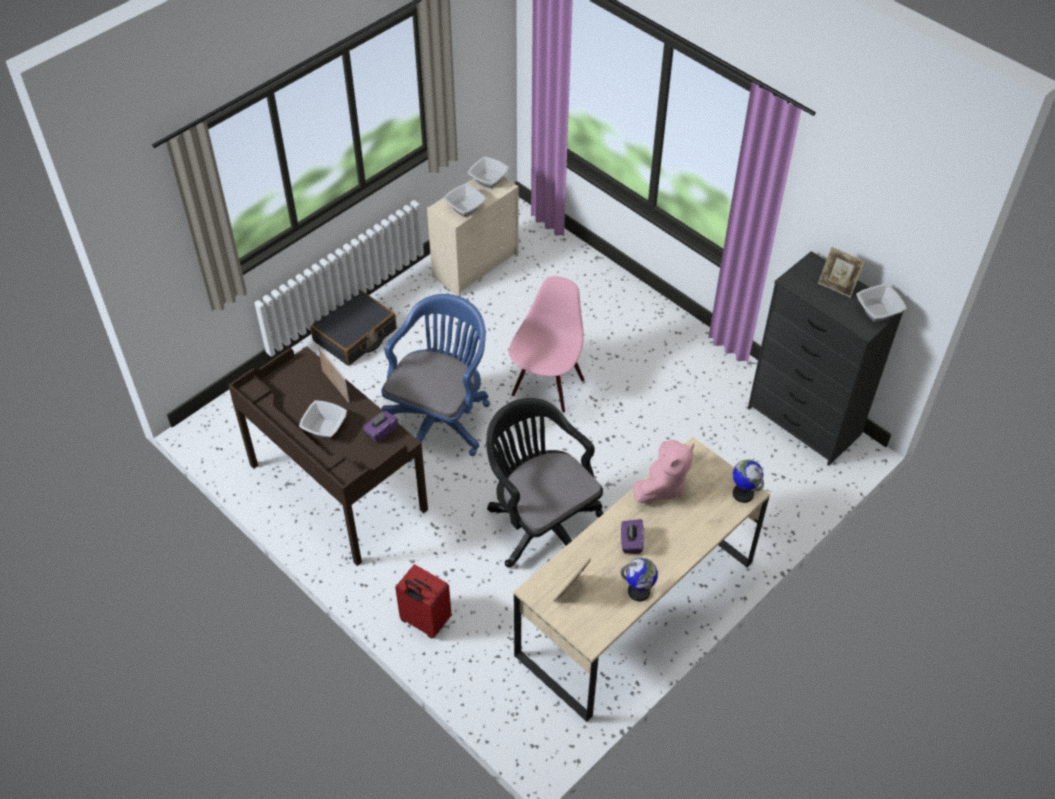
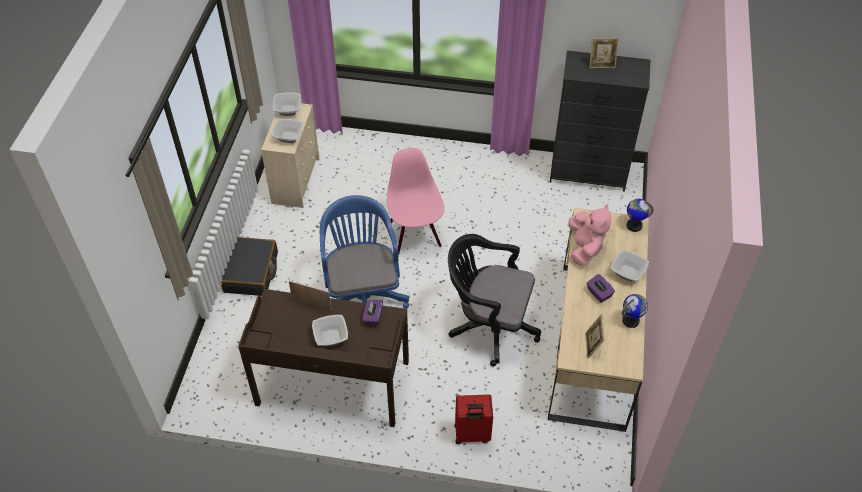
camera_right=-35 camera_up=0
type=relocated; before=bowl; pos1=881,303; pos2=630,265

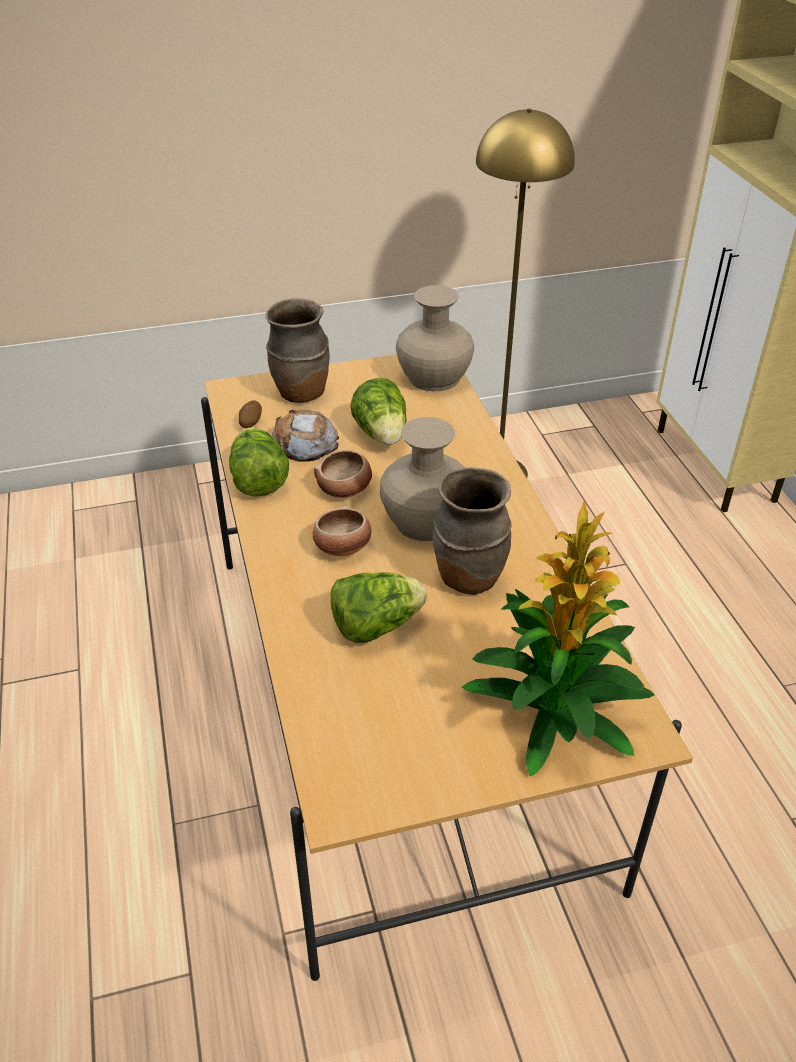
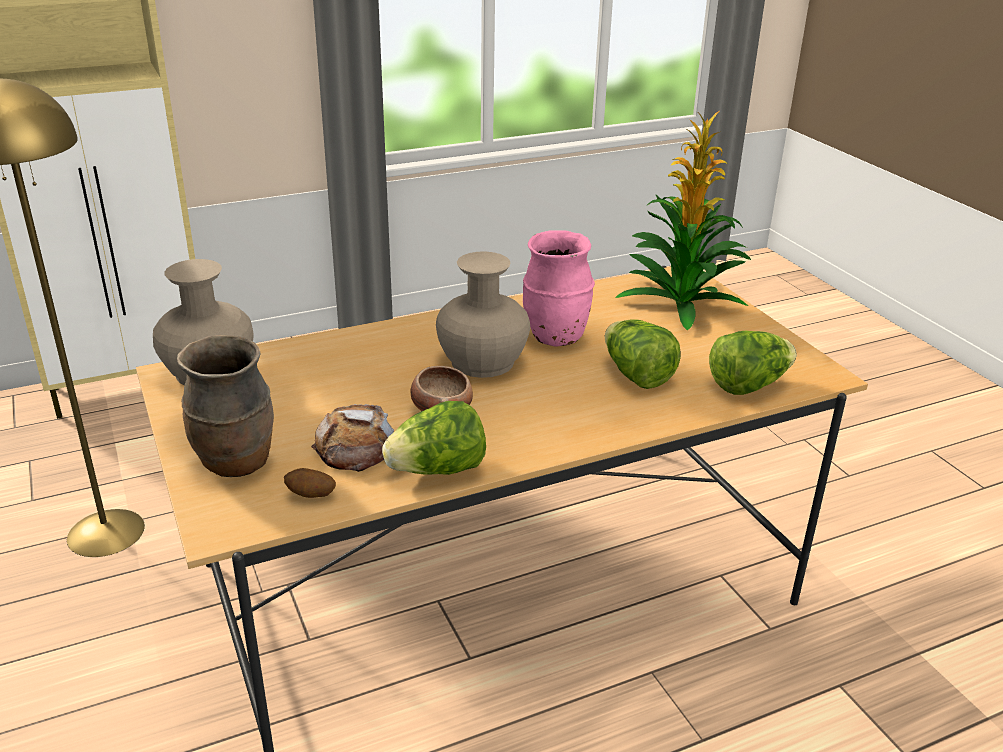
camera_right=-100 camera_up=-10
type=missing; before=bowl; pos1=342,530
type=relocated; before=lettuce; pos1=378,411; pos2=753,363
type=colour; before=brown vase; after=pink vase; pos1=472,530; pos2=559,288

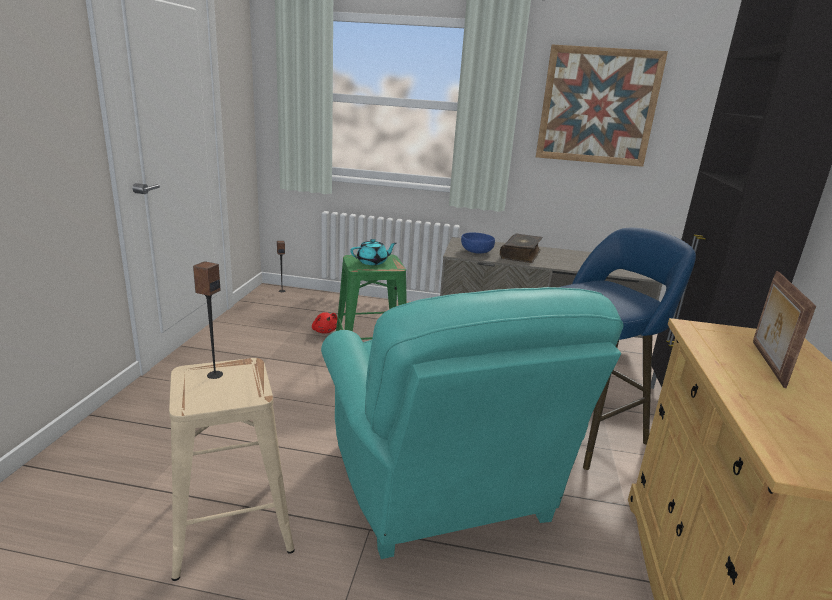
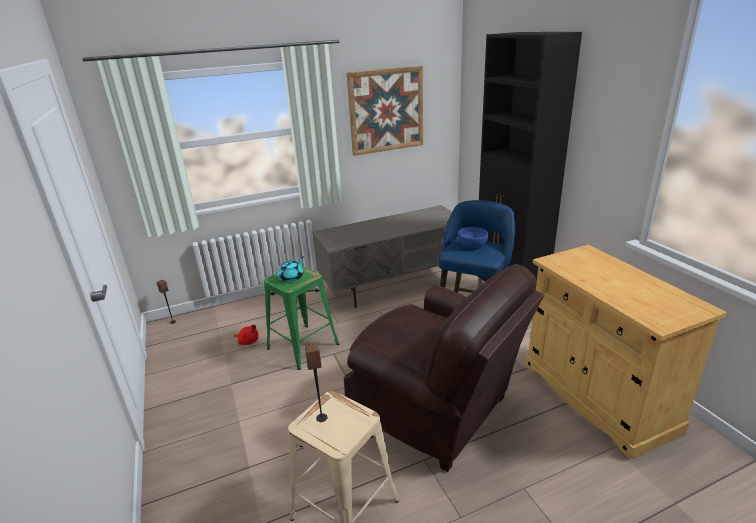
camera_right=-30 camera_up=5
type=colour; before=turquoise armchair; after=brown armchair; pos1=472,423; pos2=444,368
type=relocated; before=blue bowl; pos1=478,243; pos2=473,237
type=missing; before=book; pos1=521,248
type=missing; before=picture frame; pos1=784,329

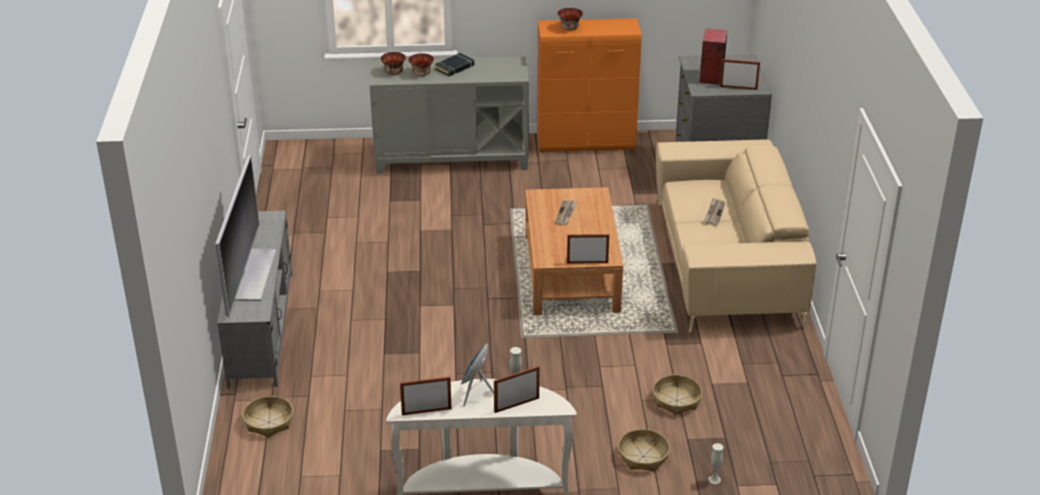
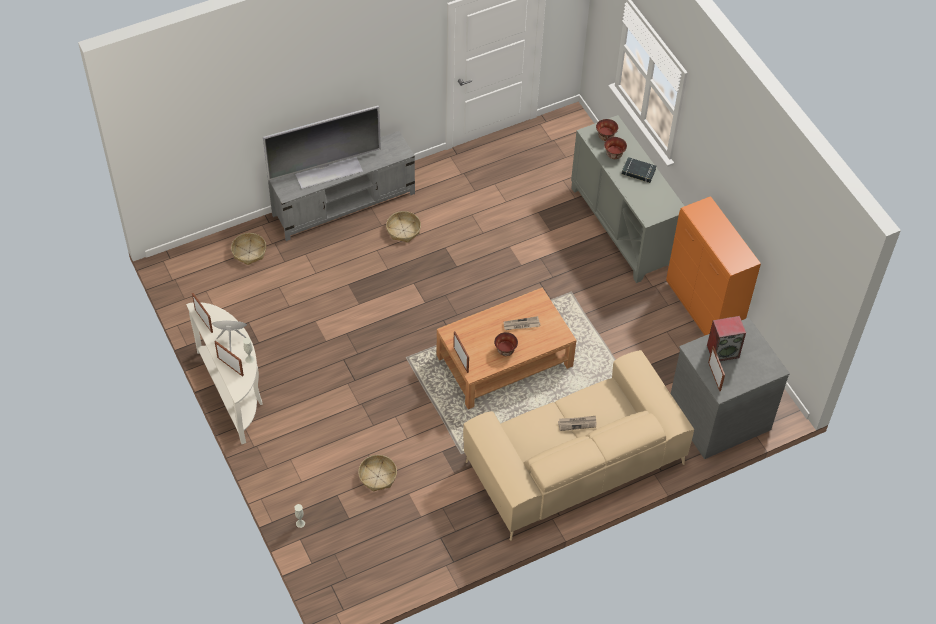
camera_right=65 camera_up=20
type=relocated; before=bowl; pos1=570,19; pos2=506,344
type=relocated; before=basket; pos1=644,450; pos2=403,227

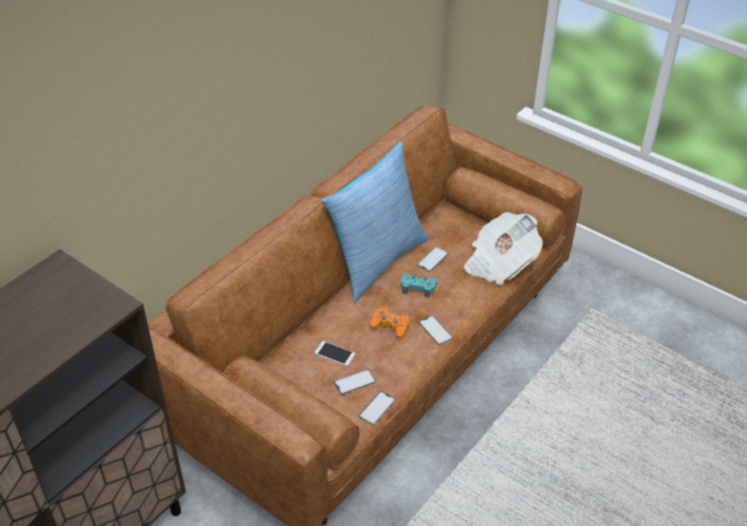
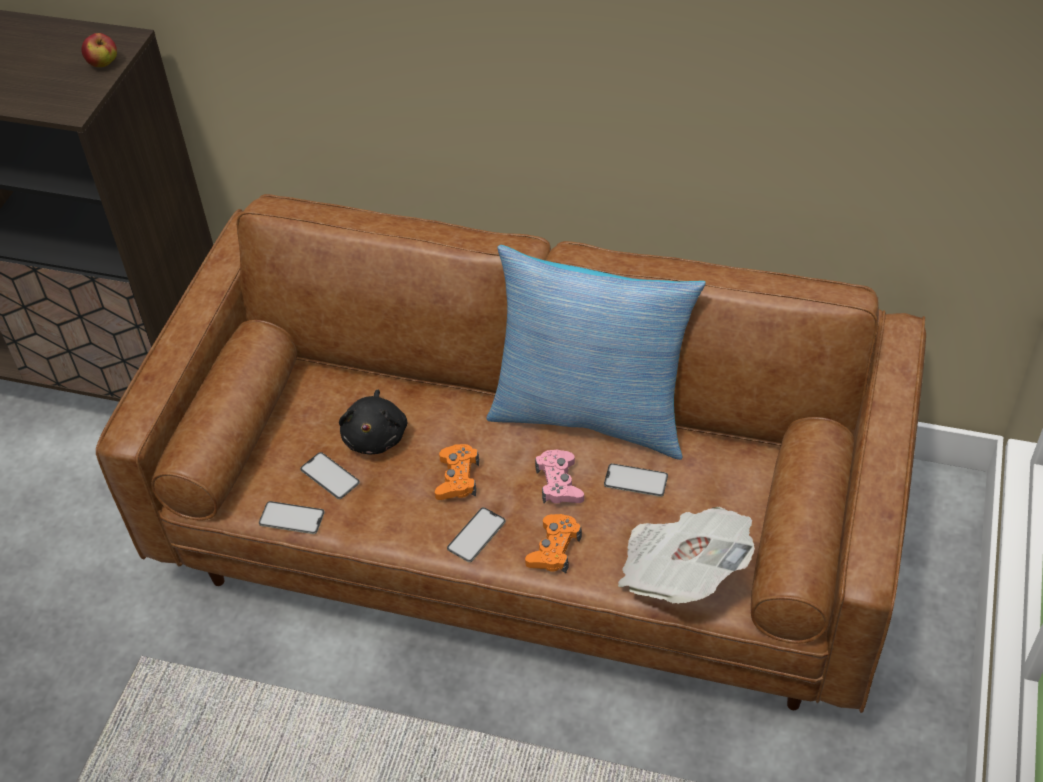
camera_right=70 camera_up=5
type=exchanged; before=phone; after=black plush toy; pos1=335,353; pos2=373,422
type=colour; before=turquoise game controller; after=pink game controller; pos1=419,286; pos2=559,476
type=appeared; after=apple; pos2=99,50
type=appeared; after=orange game controller; pos2=553,543

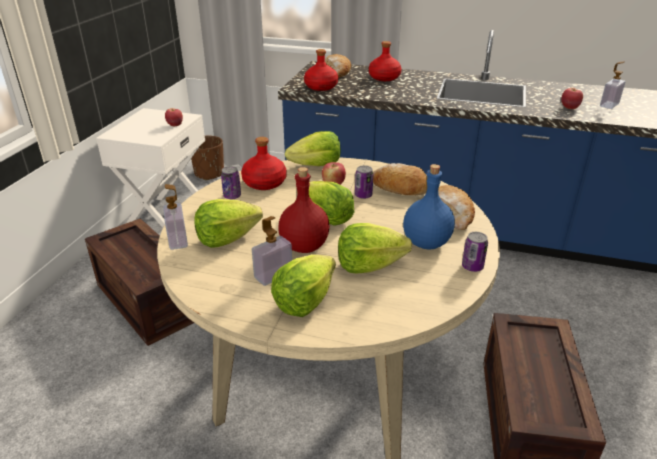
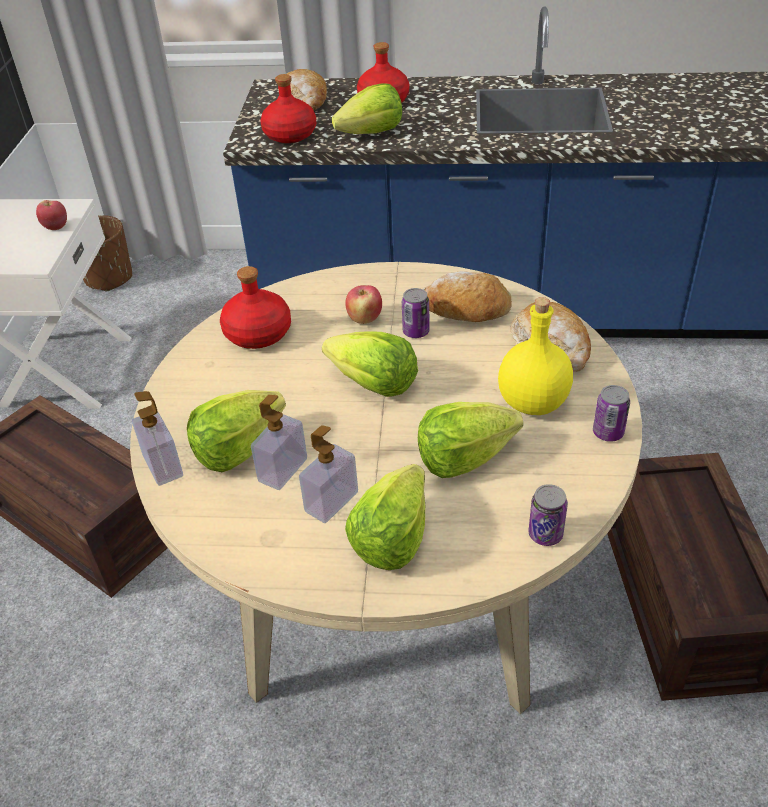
camera_right=-10 camera_up=10
type=relocated; before=can; pos1=231,182; pos2=548,515
type=missing; before=red bottle; pos1=304,210
type=relocated; before=lettuce; pos1=312,148; pos2=367,108
type=colour; before=blue bottle; after=yellow bottle; pos1=429,207; pos2=535,356
type=missing; before=apple; pos1=572,98
type=relocated; before=soap dispenser; pos1=613,85; pos2=279,442

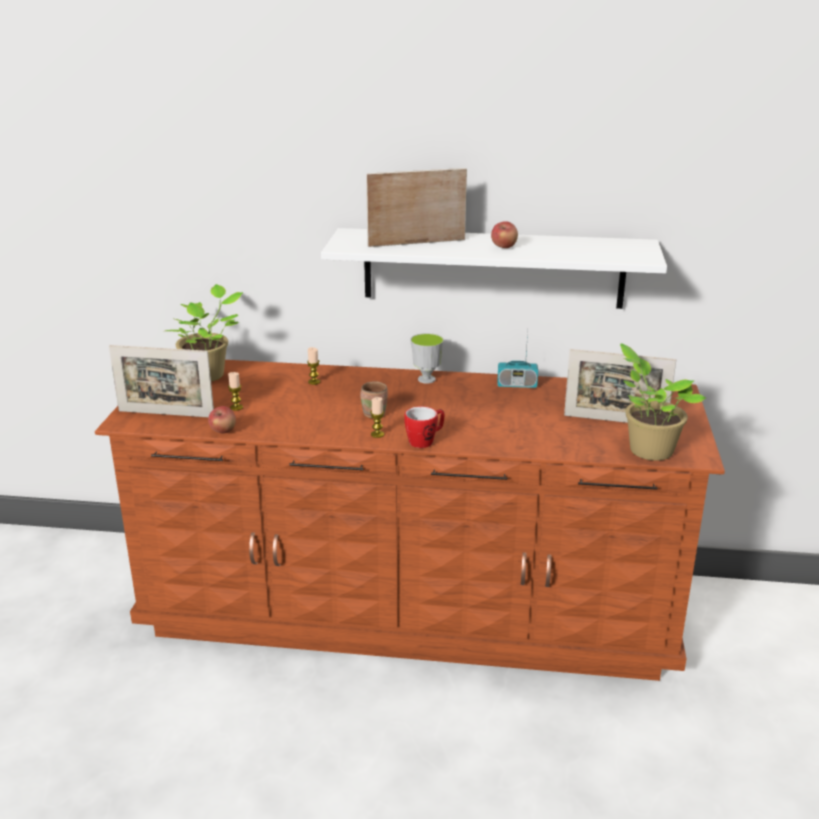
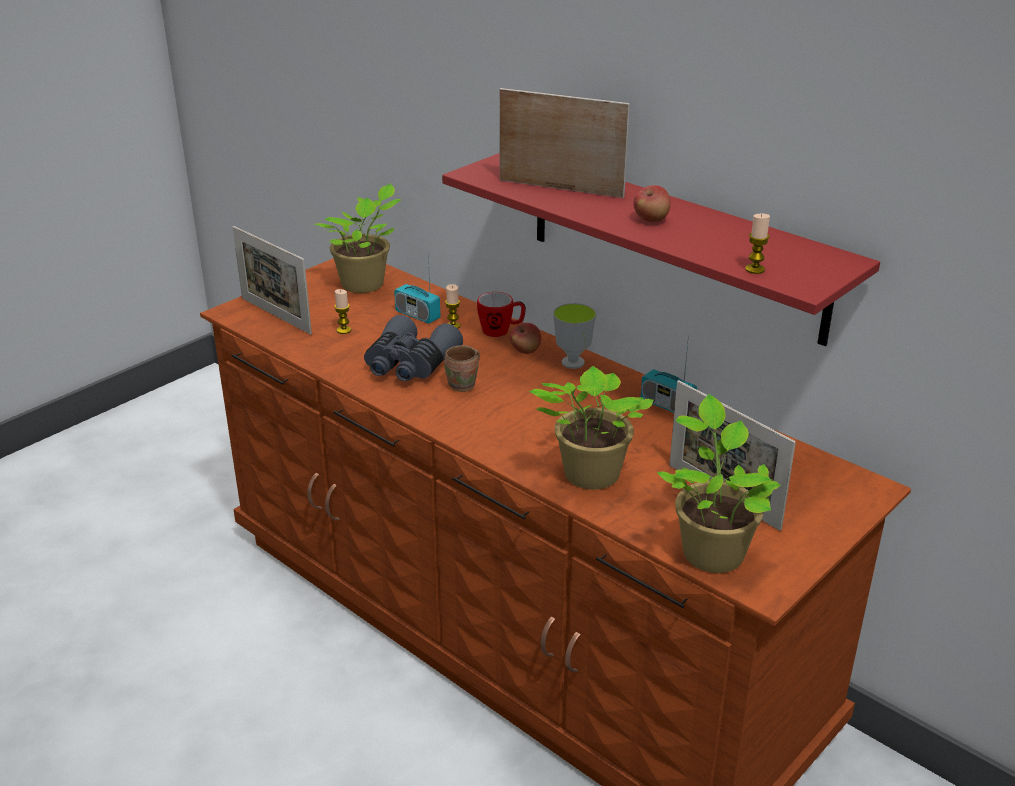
camera_right=35 camera_up=5
type=relocated; before=apple; pos1=222,419; pos2=525,338
type=colour; before=white shelf; after=red shelf; pos1=494,268; pos2=661,249
type=relocated; before=candle; pos1=377,417; pos2=757,244
type=relocated; before=mug; pos1=424,427; pos2=501,314
type=appeared; after=grey binoculars; pos2=413,348
type=appeared; after=radio; pos2=417,289
type=appeared; after=potted plant; pos2=590,427

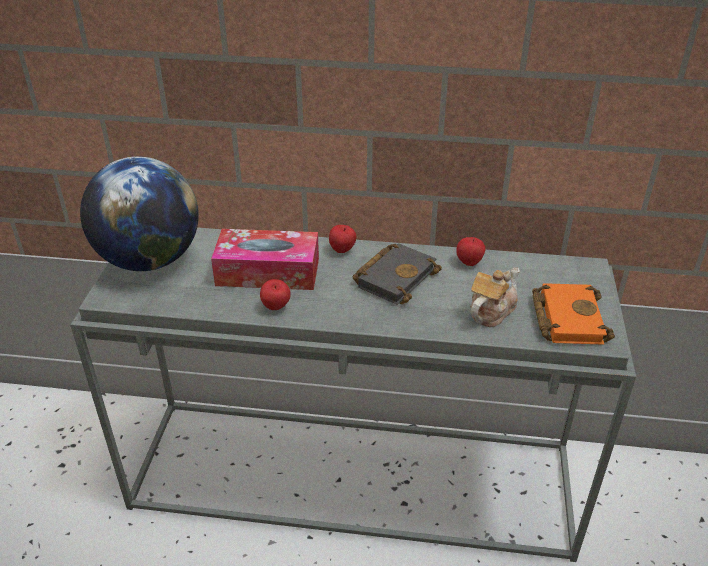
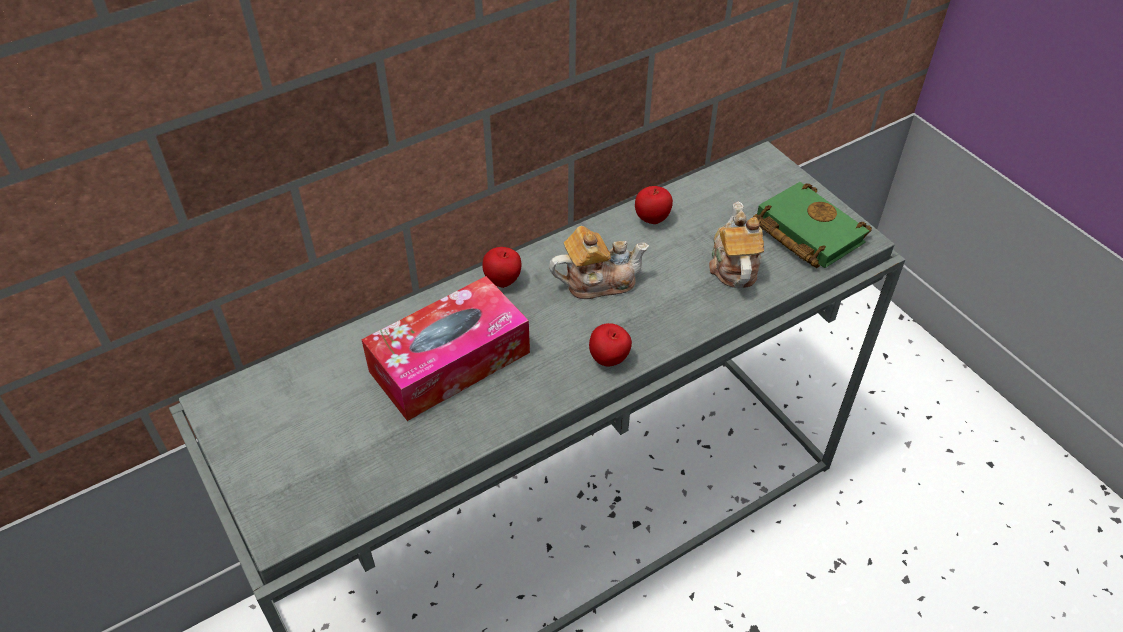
camera_right=-40 camera_up=10
type=missing; before=globe; pos1=139,214
type=relocated; before=apple; pos1=275,294; pos2=610,345
type=exchanged; before=black book; after=teapot; pos1=397,274; pos2=599,262
type=colour; before=orange book; after=green book; pos1=573,314; pos2=812,225

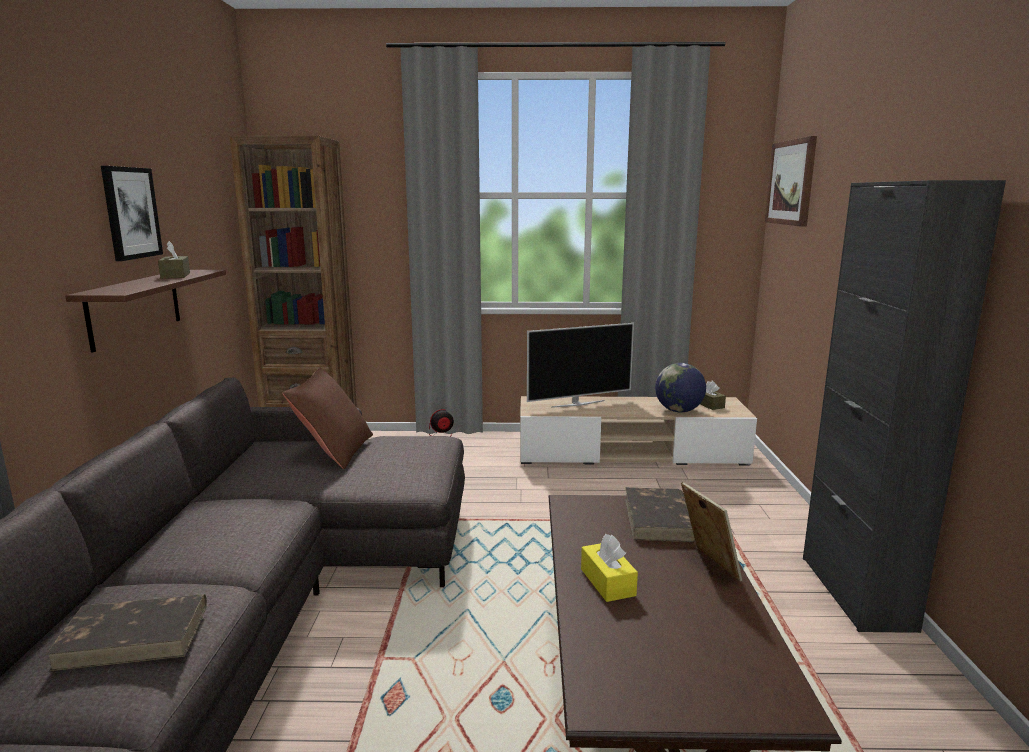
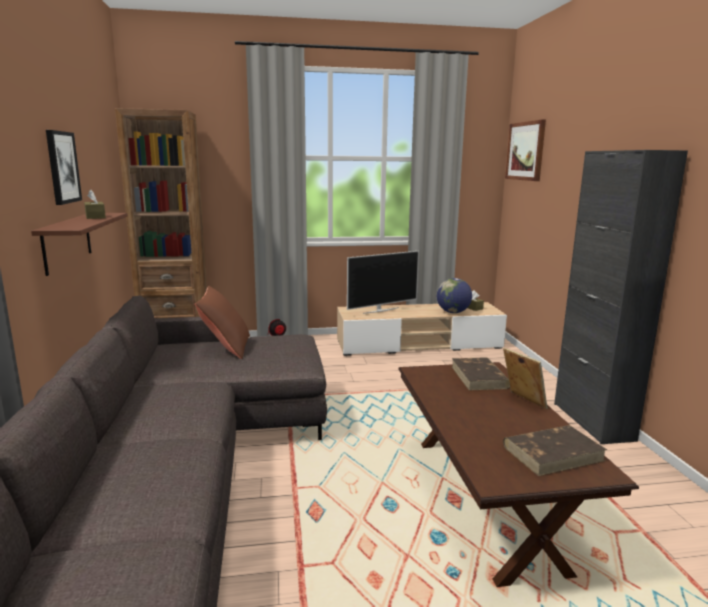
camera_right=-10 camera_up=0
type=relocated; before=brown book; pos1=126,632; pos2=555,450
type=missing; before=yellow tissue box; pos1=609,568

